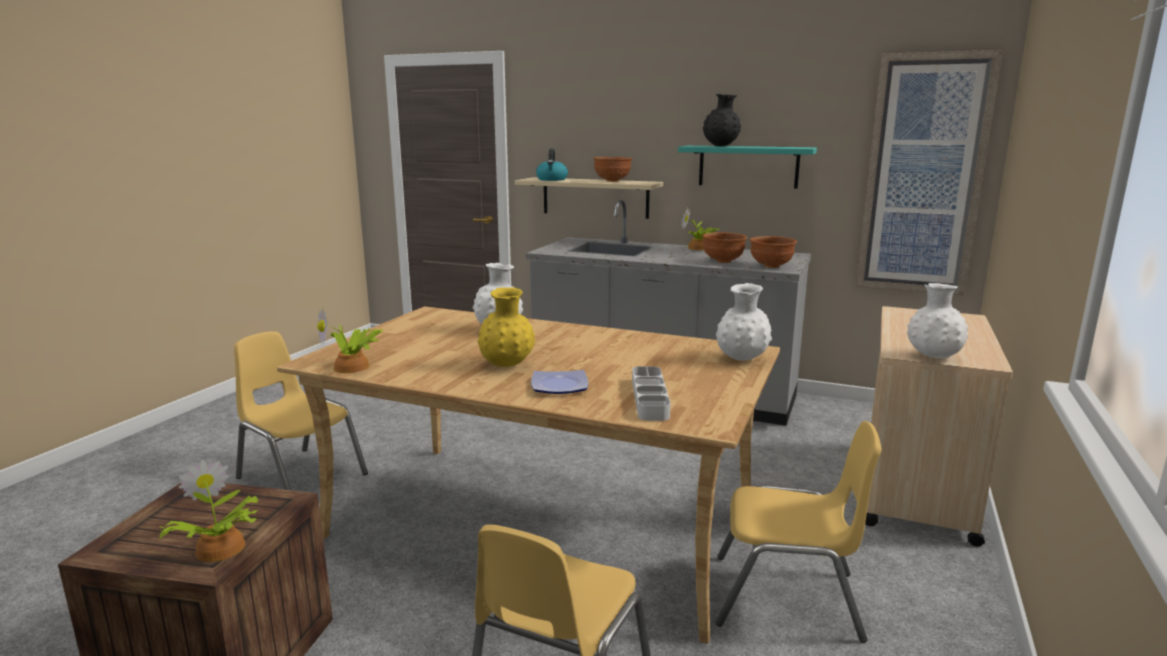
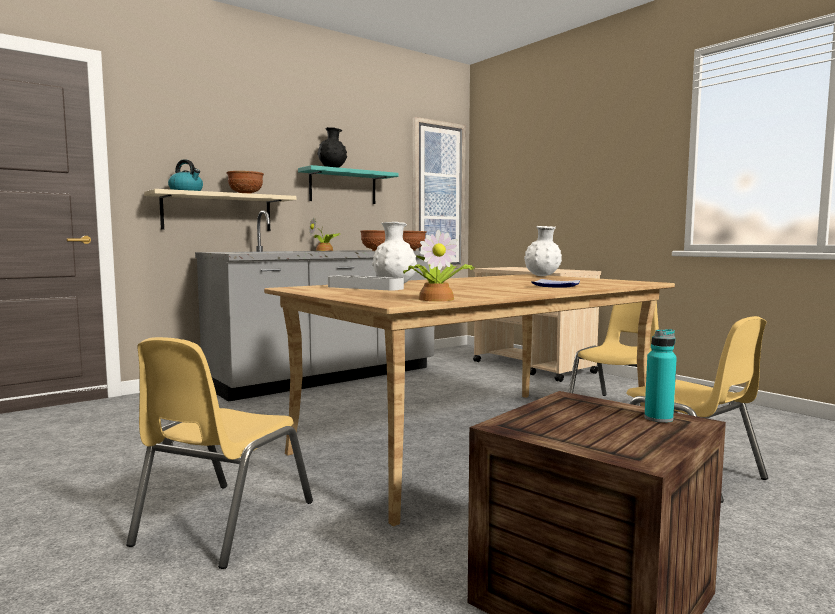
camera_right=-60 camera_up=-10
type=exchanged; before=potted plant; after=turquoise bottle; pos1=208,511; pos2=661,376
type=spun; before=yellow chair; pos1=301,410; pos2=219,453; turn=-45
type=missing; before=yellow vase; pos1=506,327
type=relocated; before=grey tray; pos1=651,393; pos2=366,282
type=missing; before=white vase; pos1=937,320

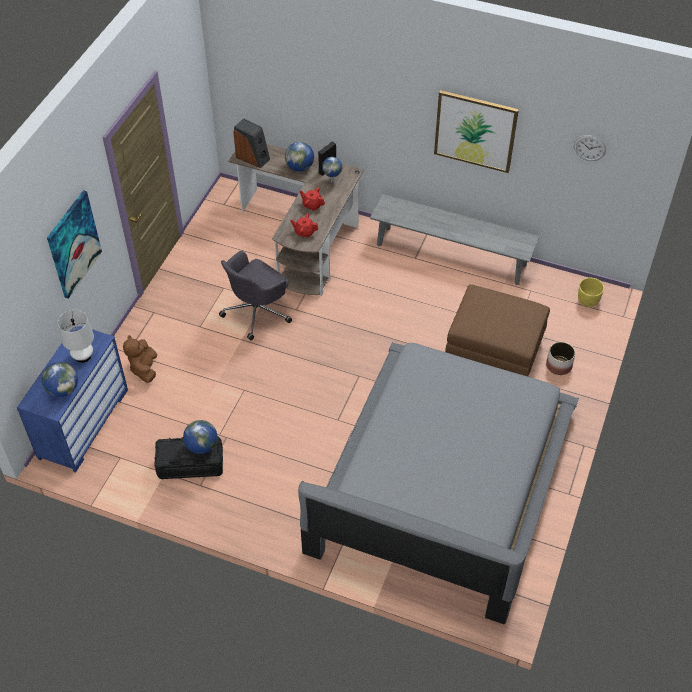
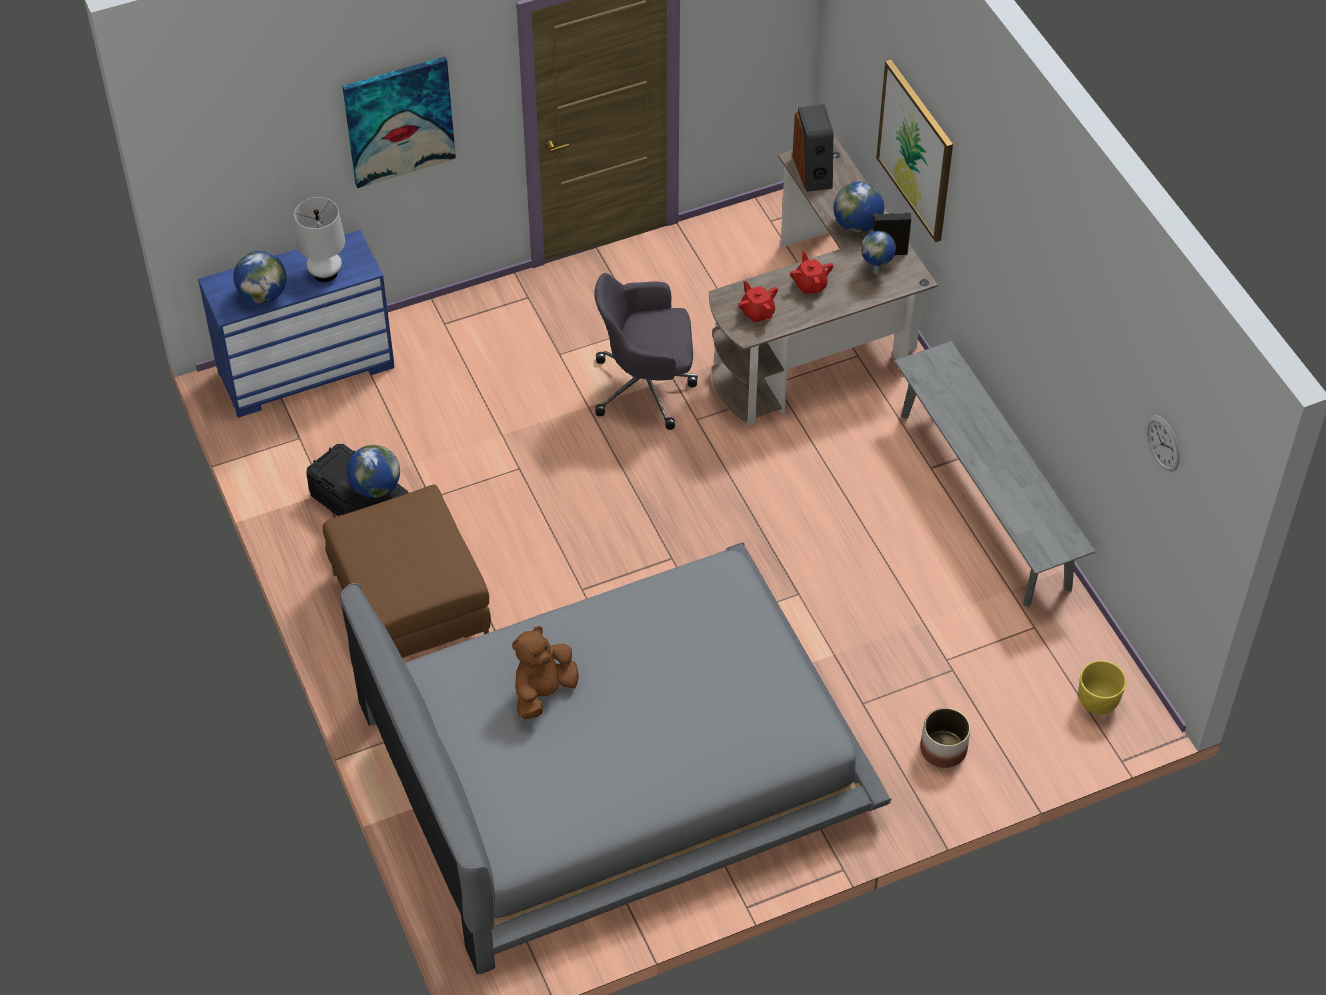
camera_right=45 camera_up=0
type=relocated; before=brown plush toy; pos1=140,359; pos2=545,672
type=relocated; before=picture; pos1=476,131; pos2=914,151
type=relocated; before=brown ottoman; pos1=497,330; pos2=407,571

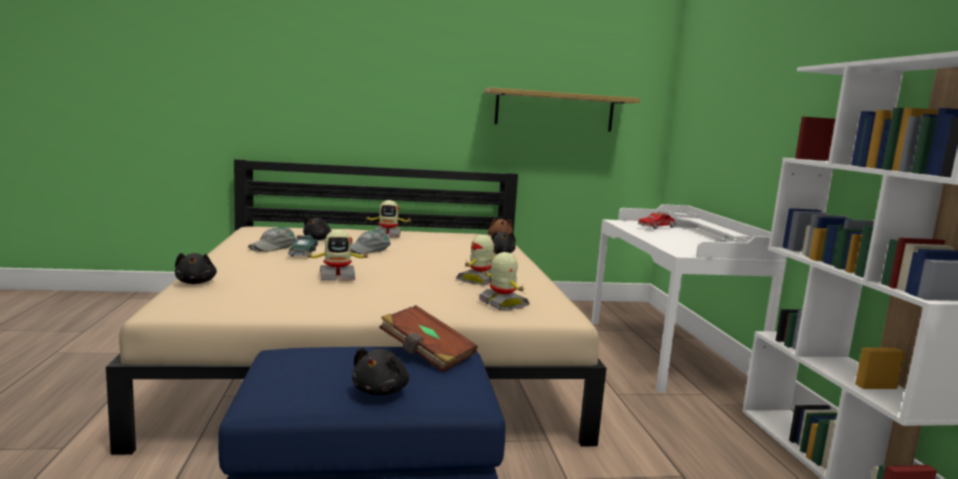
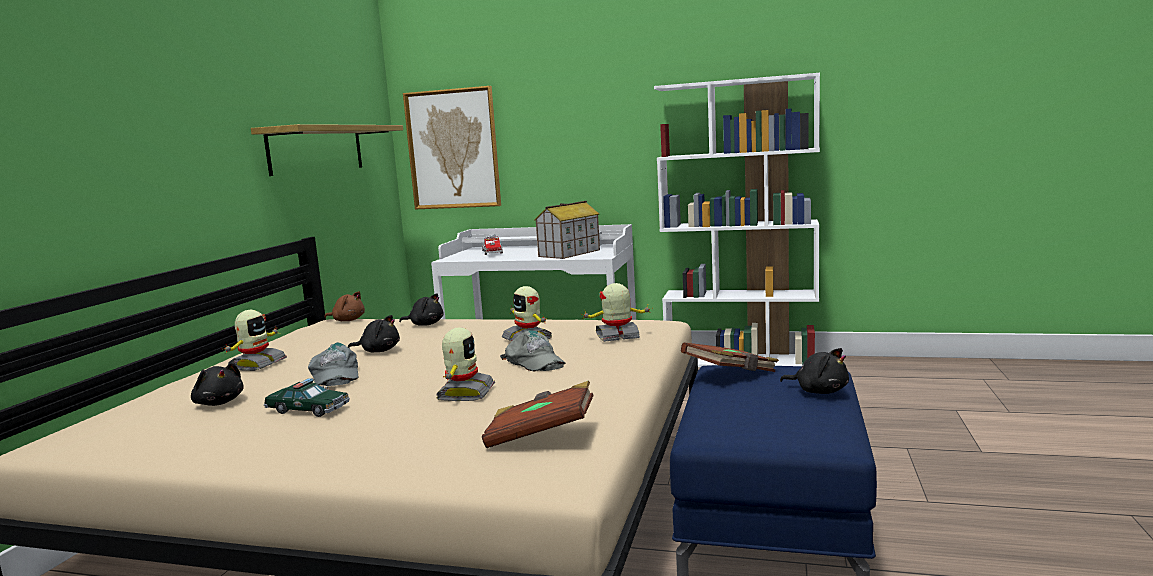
camera_right=-65 camera_up=0
type=relocated; before=black plush toy; pos1=196,268; pos2=374,334
type=relocated; before=grey cap; pos1=272,239; pos2=532,350
type=appeared; after=picture; pos2=452,147
type=appeared; after=brown book; pos2=538,414
type=appeared; after=toy house; pos2=567,230

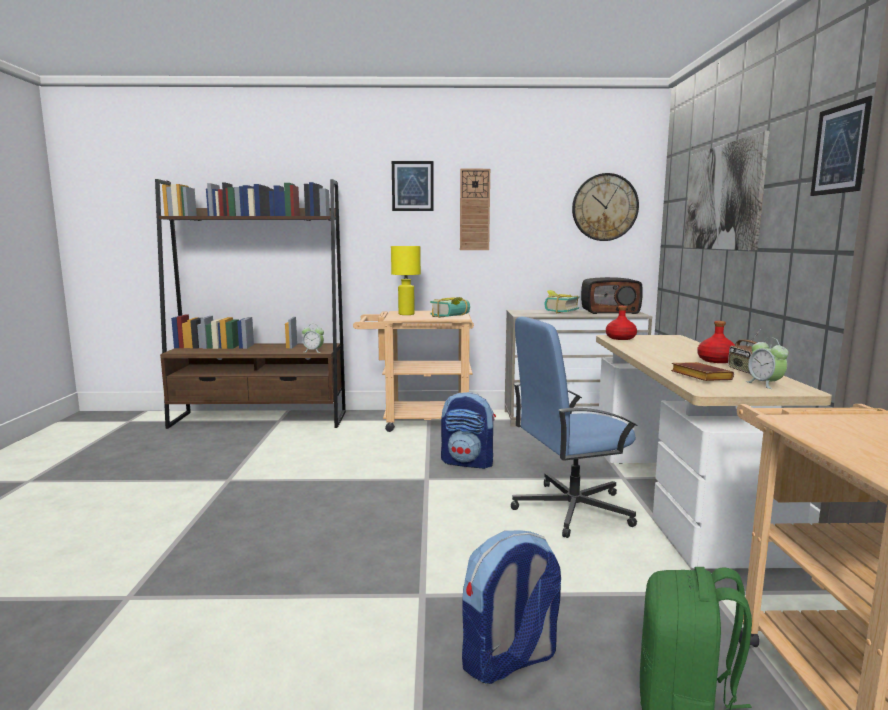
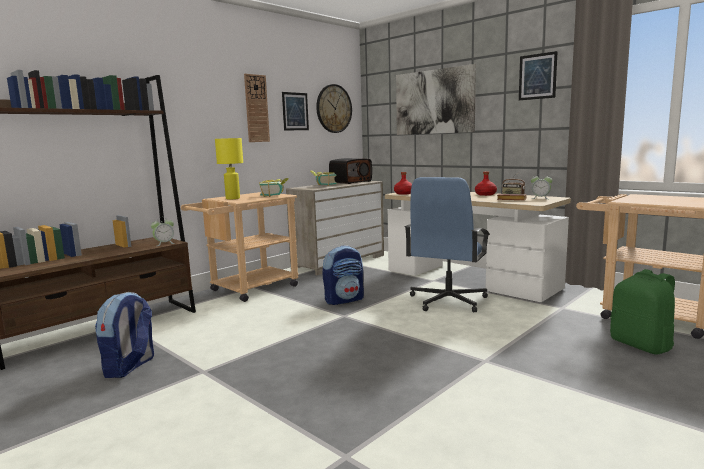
camera_right=-45 camera_up=0
type=relocated; before=picture; pos1=413,186; pos2=295,111
type=relocated; before=backpack; pos1=511,607; pos2=124,335

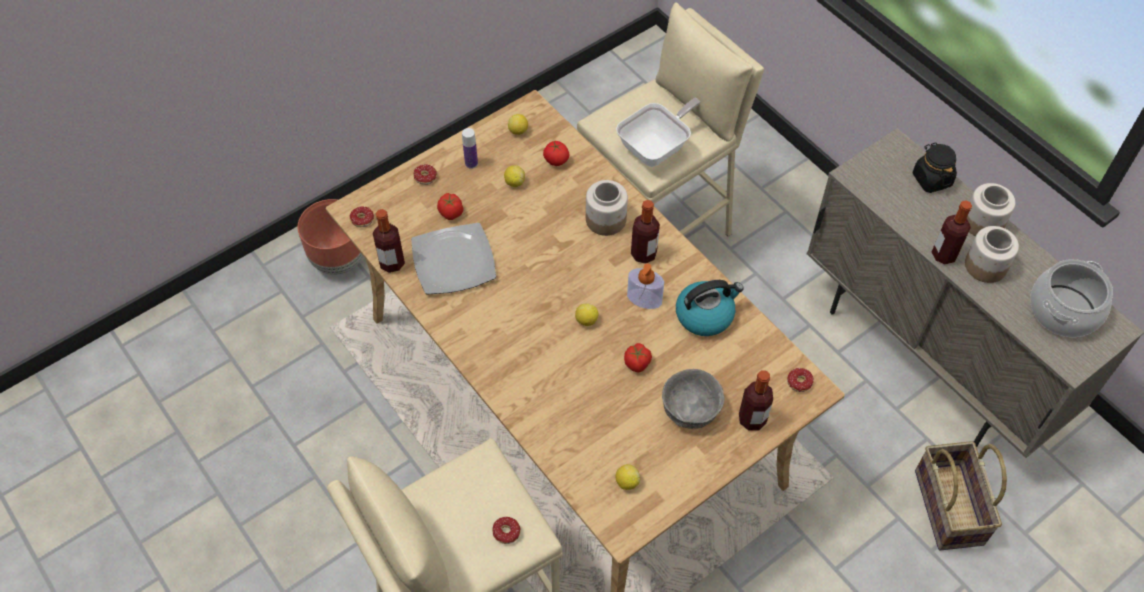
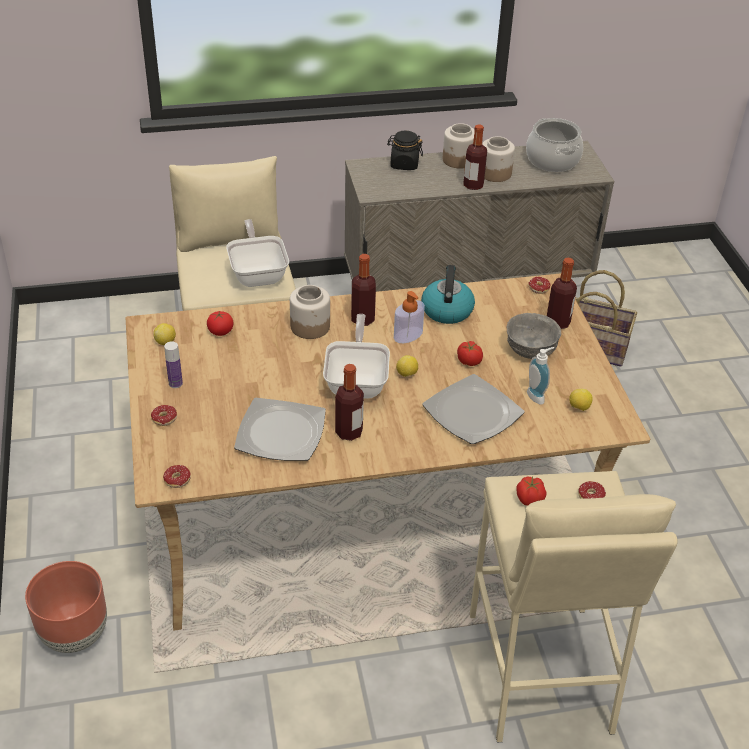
camera_right=-65 camera_up=-15
type=relocated; before=bottle; pos1=389,241; pos2=349,402
type=relocated; before=tomato; pos1=450,206; pos2=531,491
type=missing; before=lemon; pos1=514,176
type=appeared; after=frying pan; pos2=356,356
type=appeared; after=plate; pos2=473,409
type=appeared; after=soap dispenser; pos2=540,376

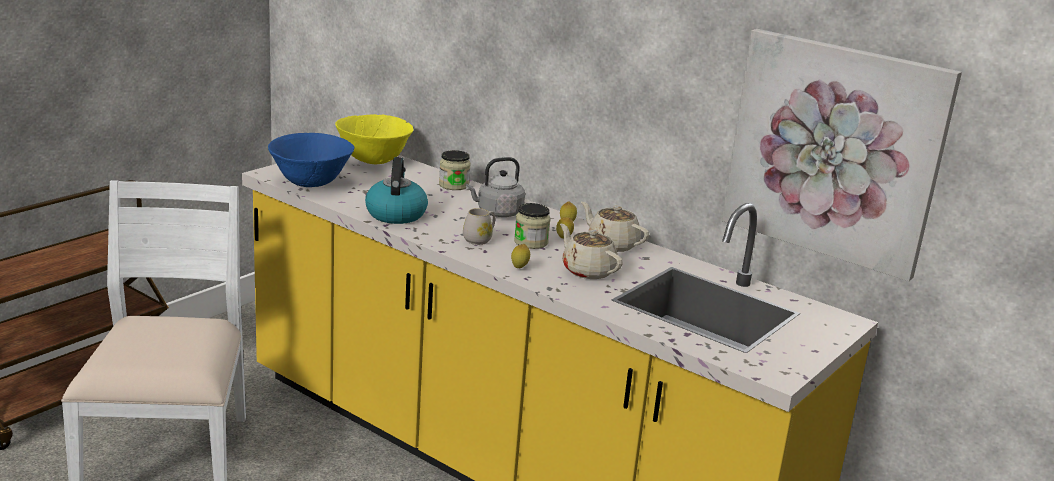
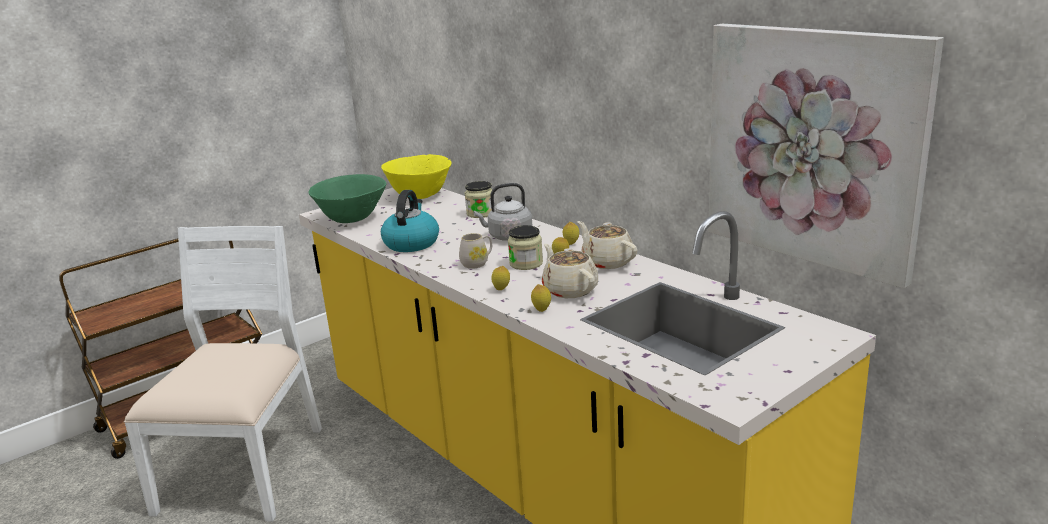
camera_right=15 camera_up=0
type=colour; before=blue bowl; after=green bowl; pos1=311,160; pos2=347,198
type=appeared; after=lemon; pos2=541,298

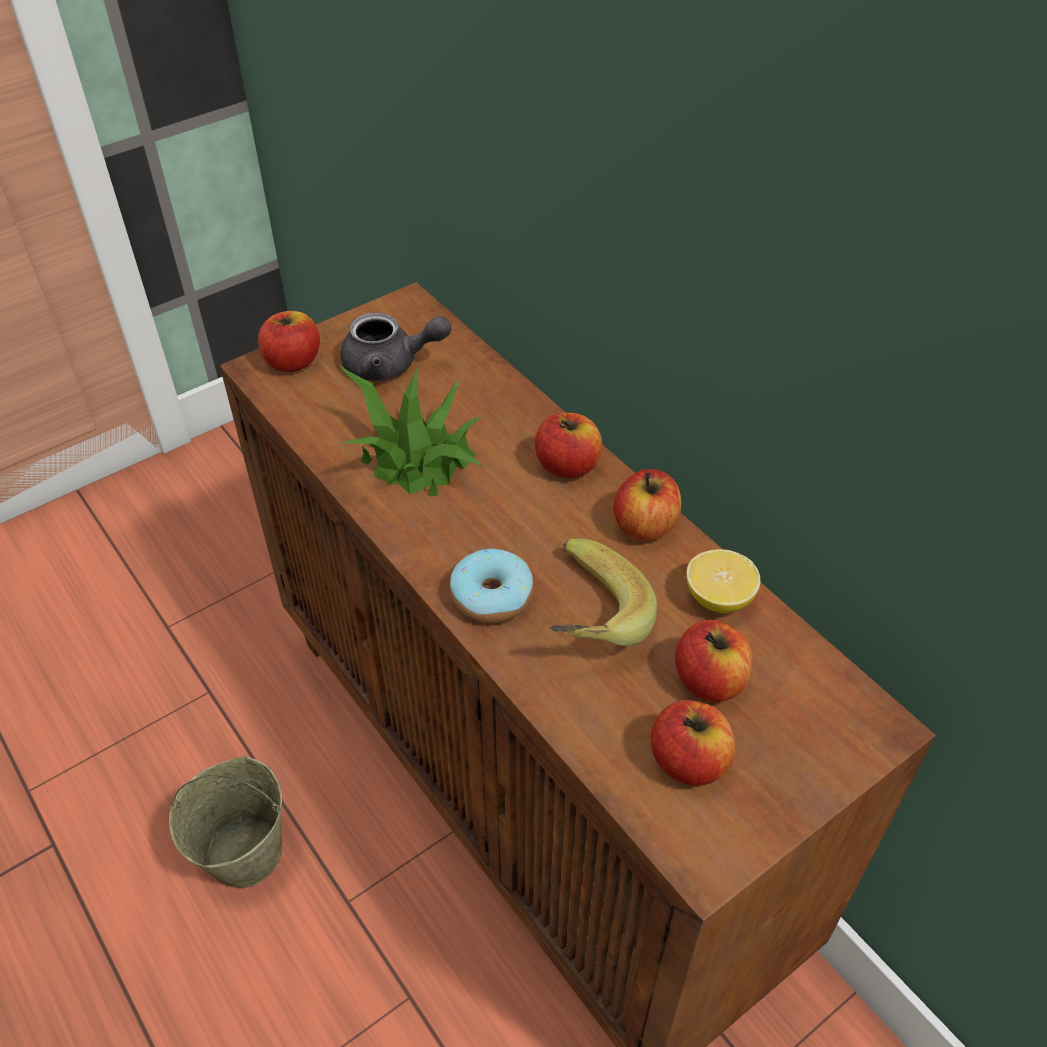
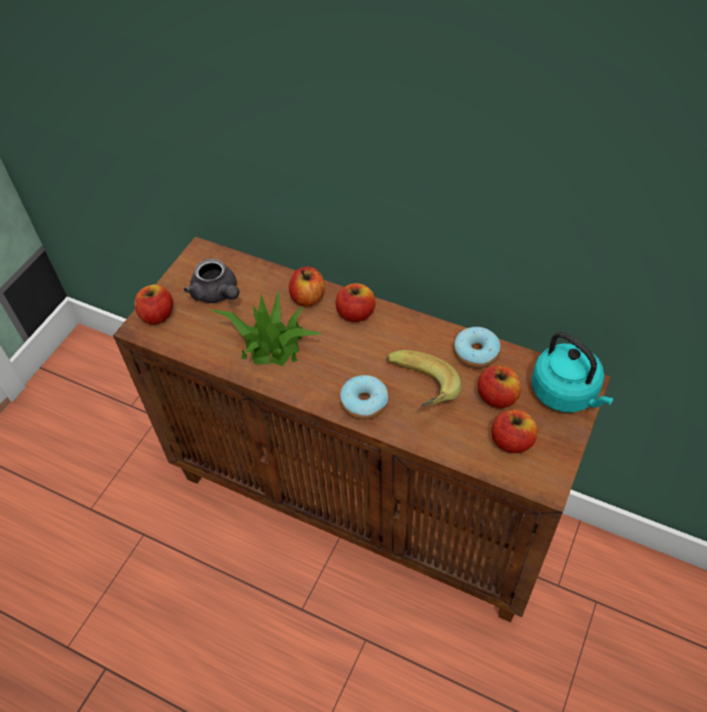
camera_right=-25 camera_up=5
type=missing; before=beige bucket; pos1=225,822
type=spun; before=grey teapot; pos1=396,346; pos2=211,281; turn=75
type=relocated; before=apple; pos1=647,505; pos2=307,287
type=exchanged; before=lemon; after=donut; pos1=723,581; pos2=477,347
type=appeared; after=turquoise kettle; pos2=573,372

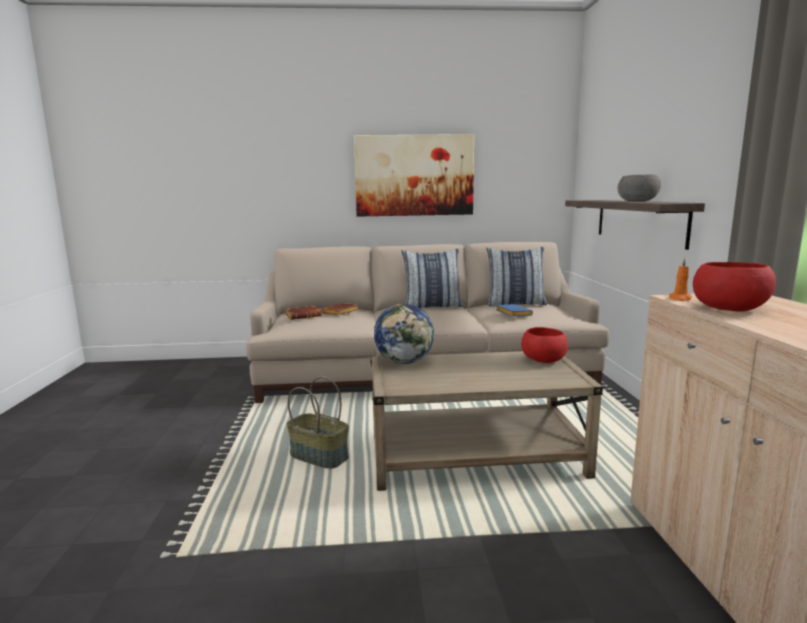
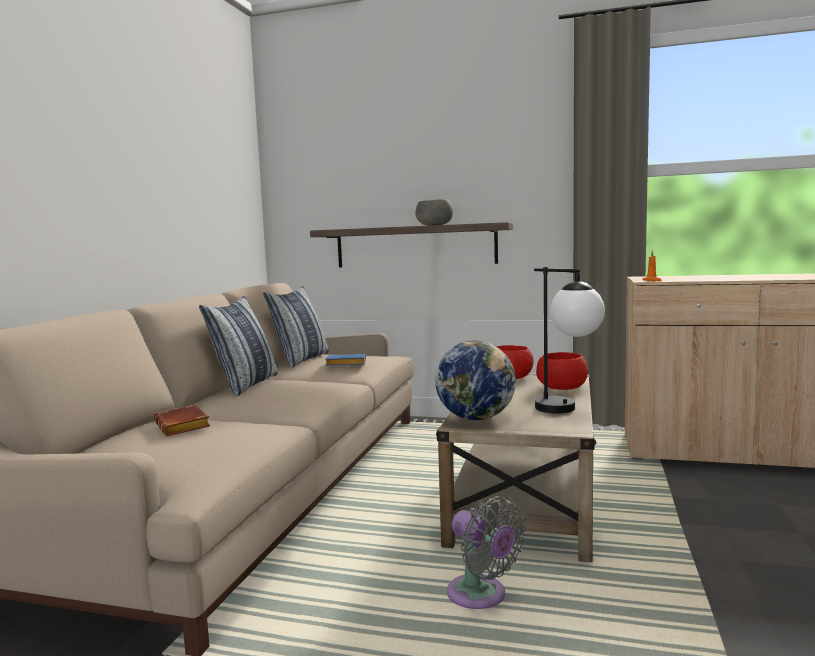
camera_right=-70 camera_up=-5
type=missing; before=brown book; pos1=303,313
type=exchanged; before=basket; after=grey fan; pos1=317,422; pos2=486,552
type=missing; before=picture; pos1=414,175
type=relocated; before=red bowl; pos1=734,287; pos2=562,371
type=appeared; after=table lamp; pos2=569,340

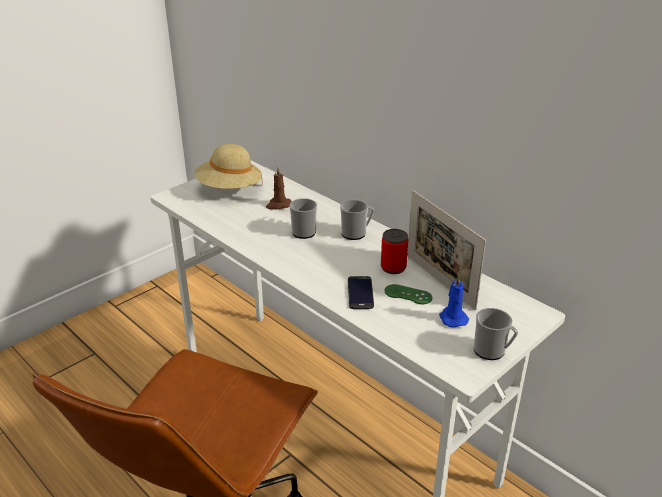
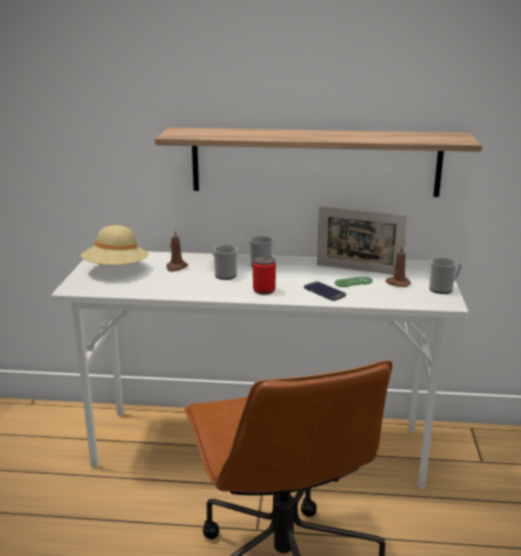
camera_right=-40 camera_up=-10
type=relocated; before=can; pos1=394,251; pos2=264,275
type=colour; before=blue candle; after=brown candle; pos1=454,301; pos2=398,266
type=appeared; after=shelf; pos2=318,162

